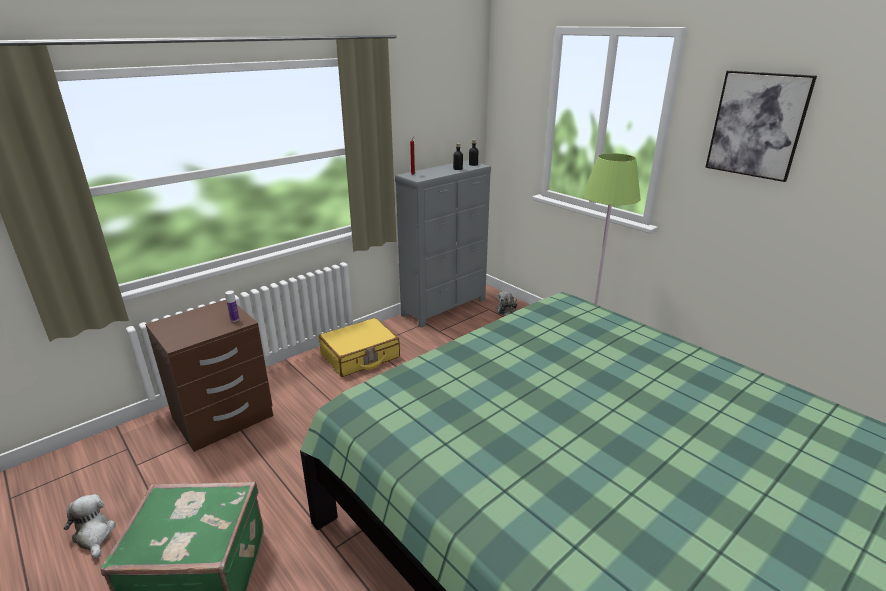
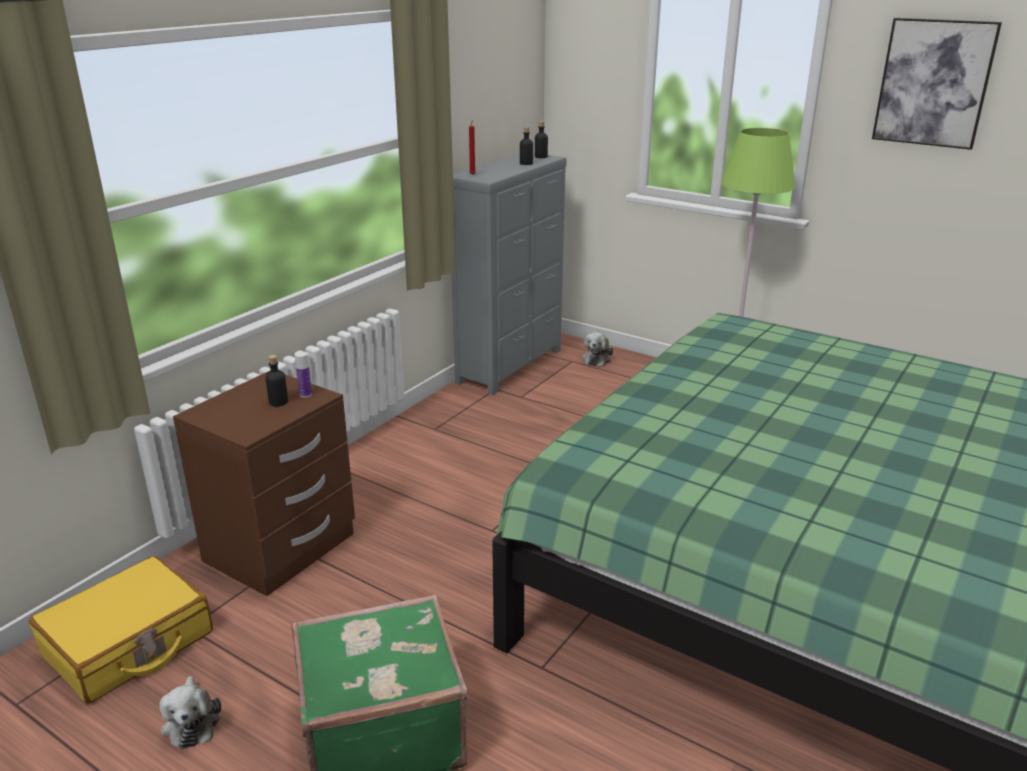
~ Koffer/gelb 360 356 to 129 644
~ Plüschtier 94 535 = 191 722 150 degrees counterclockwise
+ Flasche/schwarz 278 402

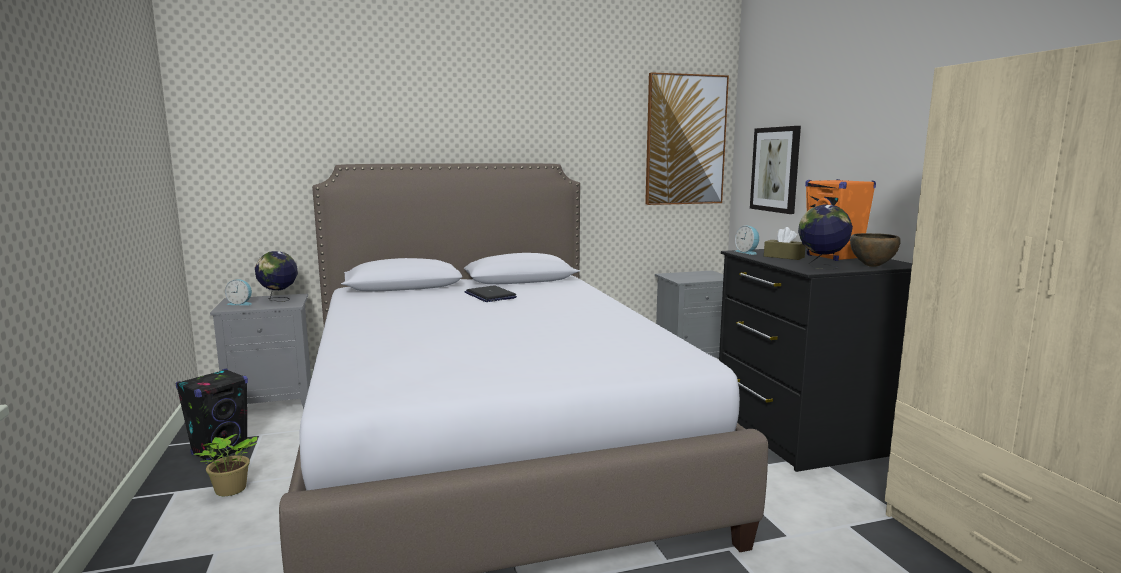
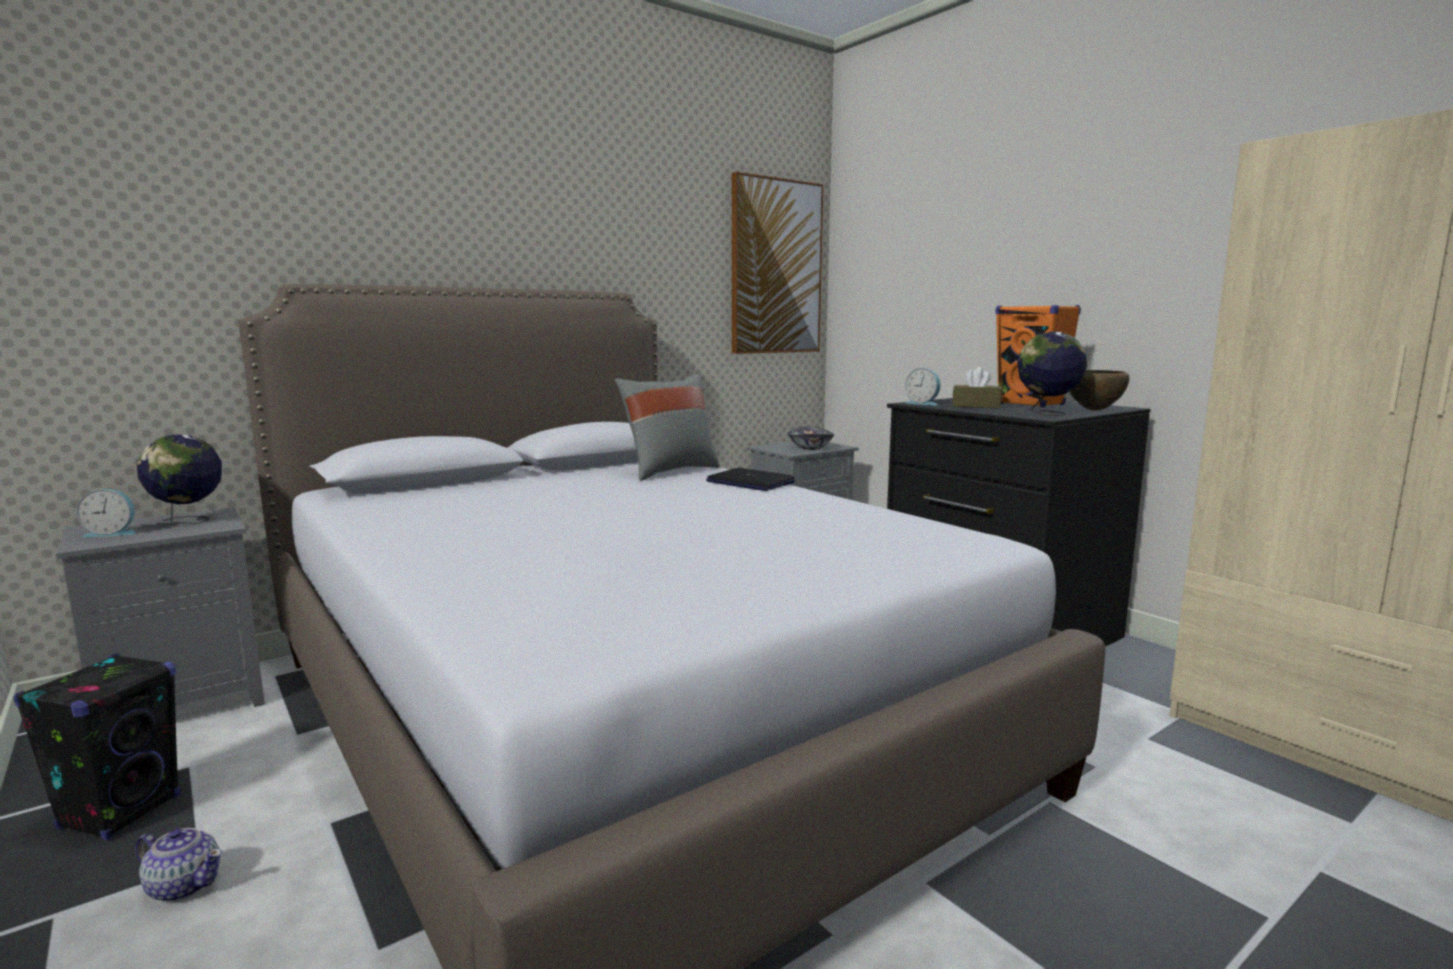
~ Topfpflanze 230 491 to Teekanne 184 885
+ Kissen/grau 669 471
~ Laptop 490 295 to 750 482
+ Schüssel 810 448
- Bild 775 169

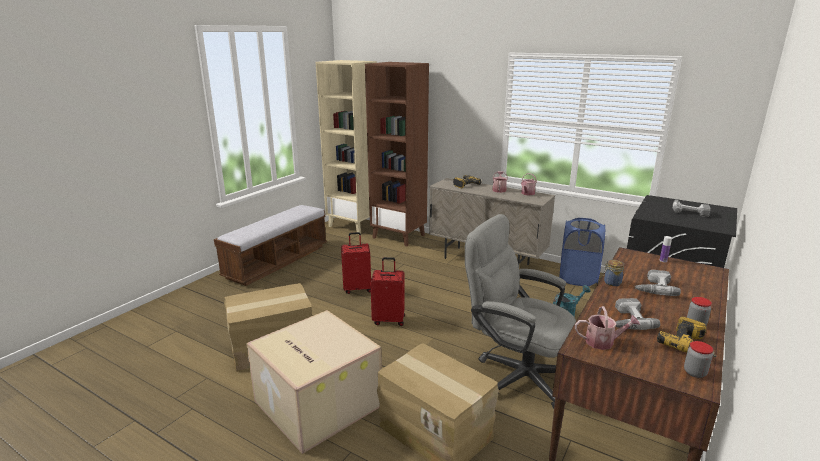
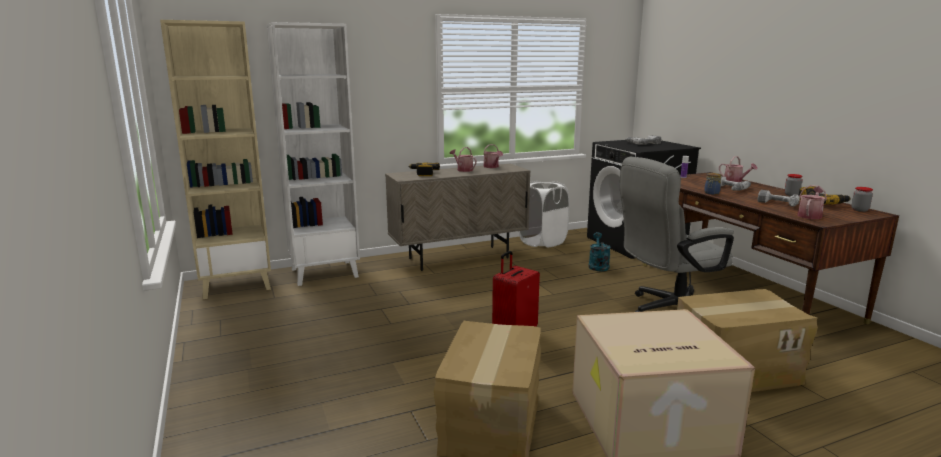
~ Bücherregal/braun 399 236 to Bücherregal/weiß 325 273
~ Wäschekorb/blau 578 278 to Wäschekorb/weiß 542 242
+ Gießkanne 735 181
- Bank 277 261
- Koffer/rot 357 289

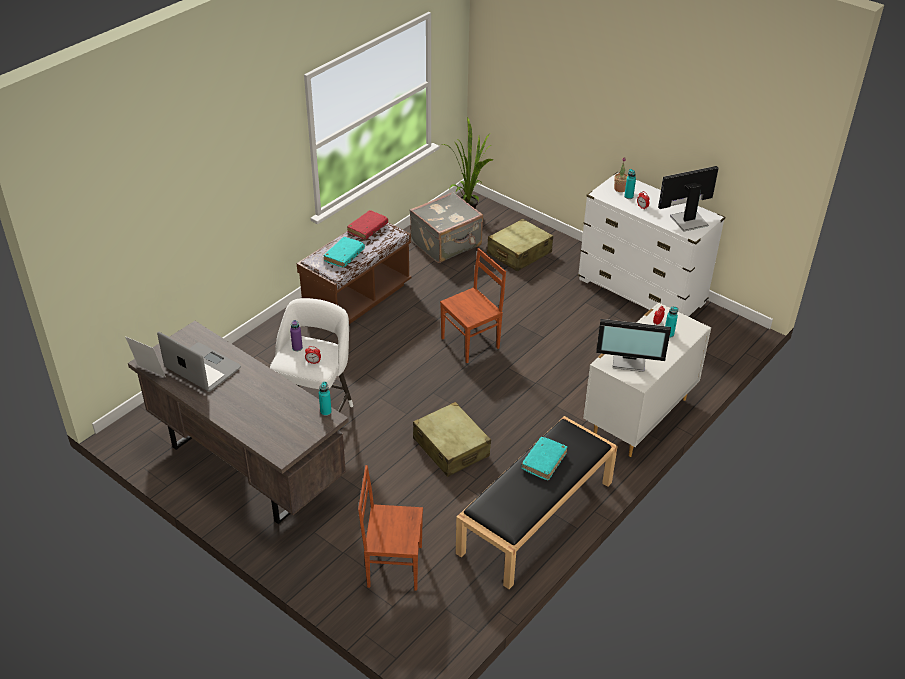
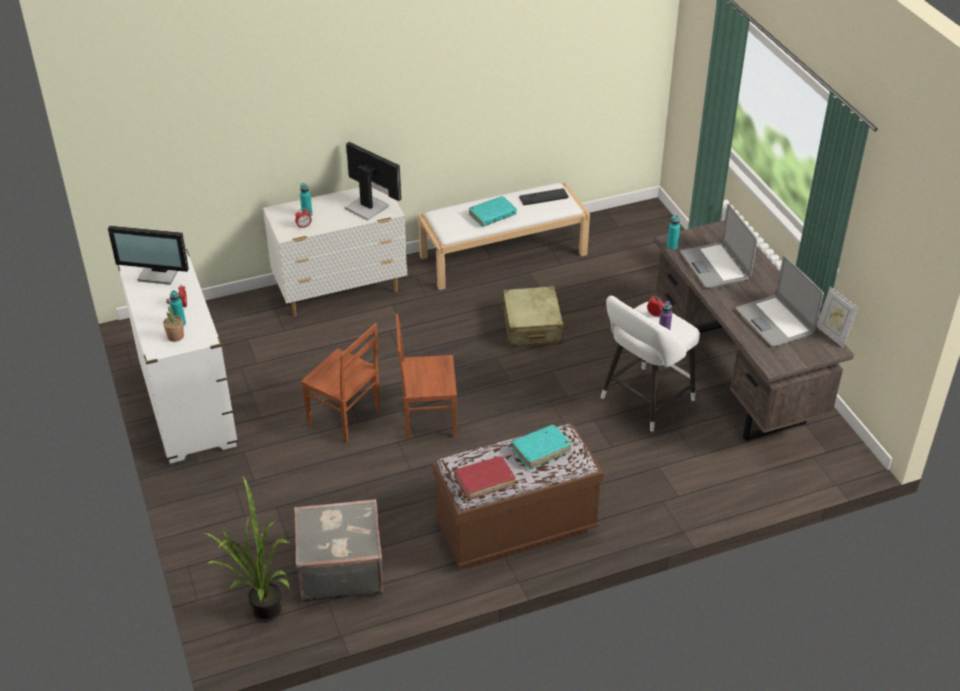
~ Stuhl/braun 393 565 to 344 418
~ Bank/schwarz 536 518 to Bank/weiß 504 254
+ Tastatur 543 197
+ Laptop 715 266
- Koffer/beige 519 253

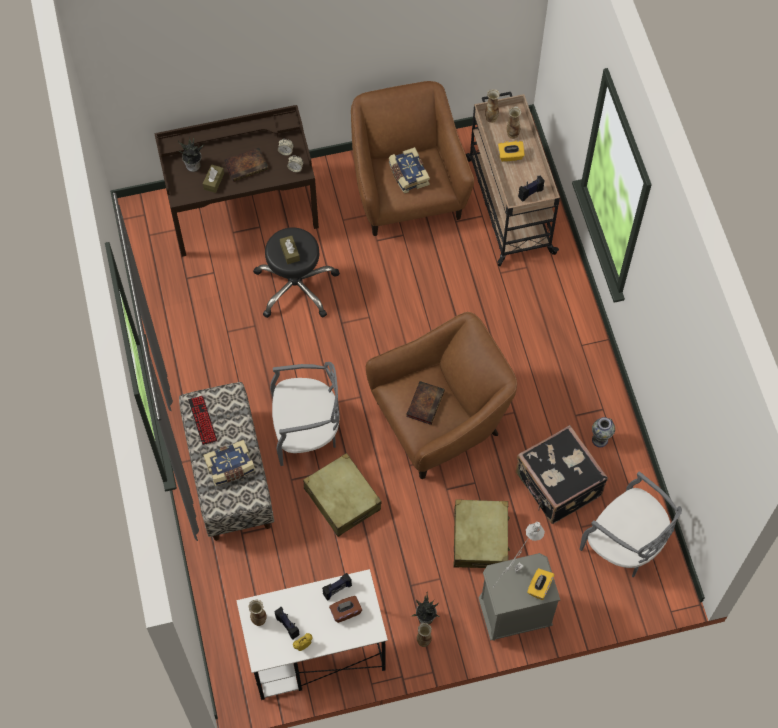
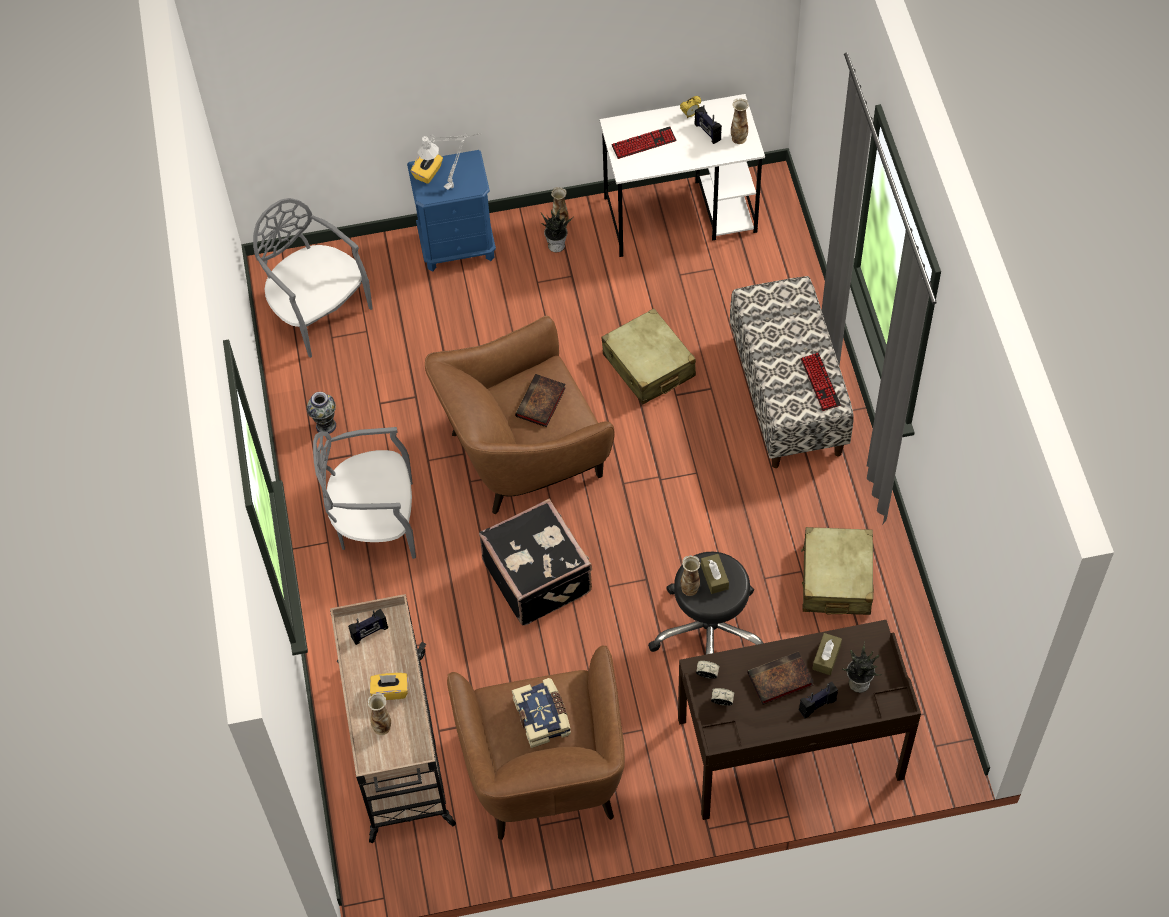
~ Stuhl/grau 306 431 to 376 522
~ Nachttisch/grau 513 614 to Nachttisch/blau 458 246
~ Koffer/schwarz 557 486 to 538 576
~ Taschentuchbox/braun 345 612 to Tastatur 643 143
~ Vase 491 117 to 690 589
~ Radio 337 590 to 817 705
~ Koffer/beige 480 538 to 836 579
- Buch 230 467

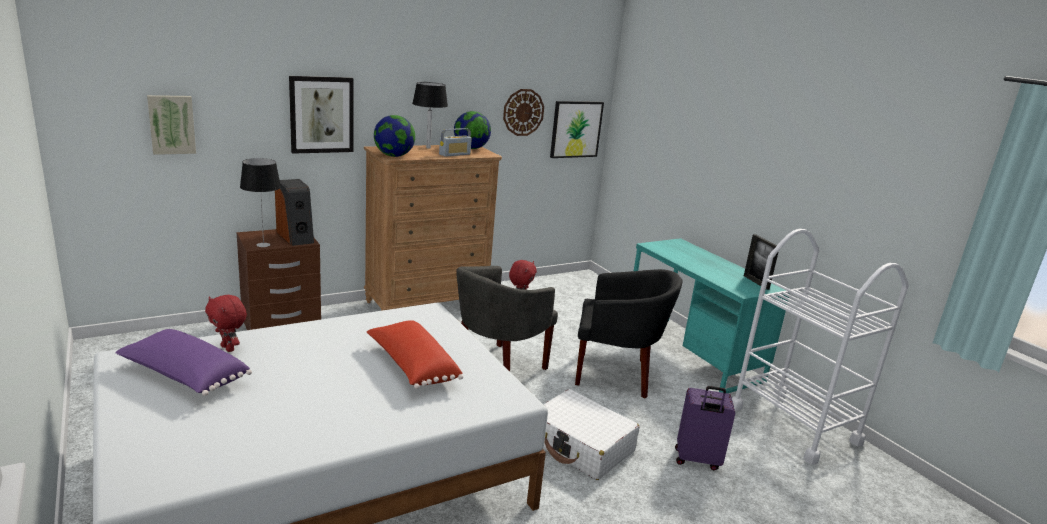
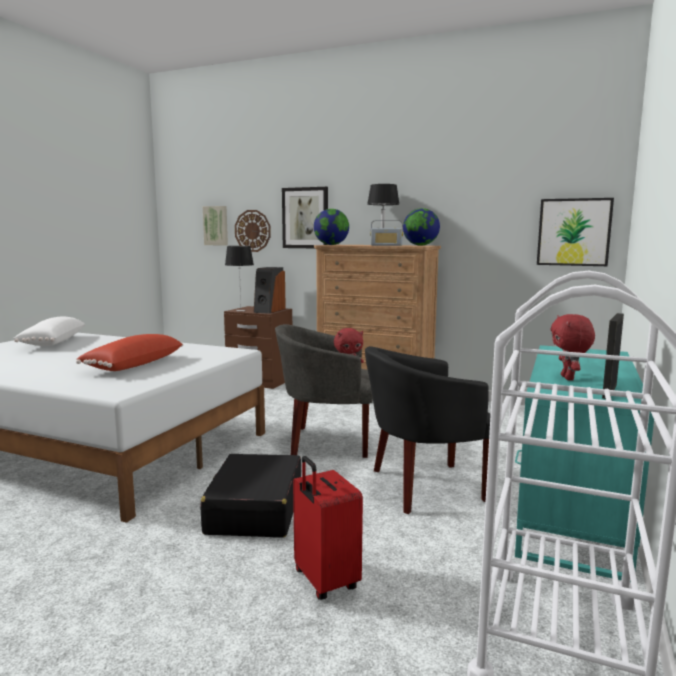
~ Kissen/lila 184 376 to Kissen/weiß 51 342
~ Koffer/weiß 581 446 to Koffer/schwarz 255 510
~ Wanduhr 523 112 to 252 231
~ Koffer/lila 697 460 to Koffer/rot 324 581
~ Sessel/schwarz 616 374 = 423 486 105 degrees clockwise
~ Plüschtier/rot 229 348 to 568 378

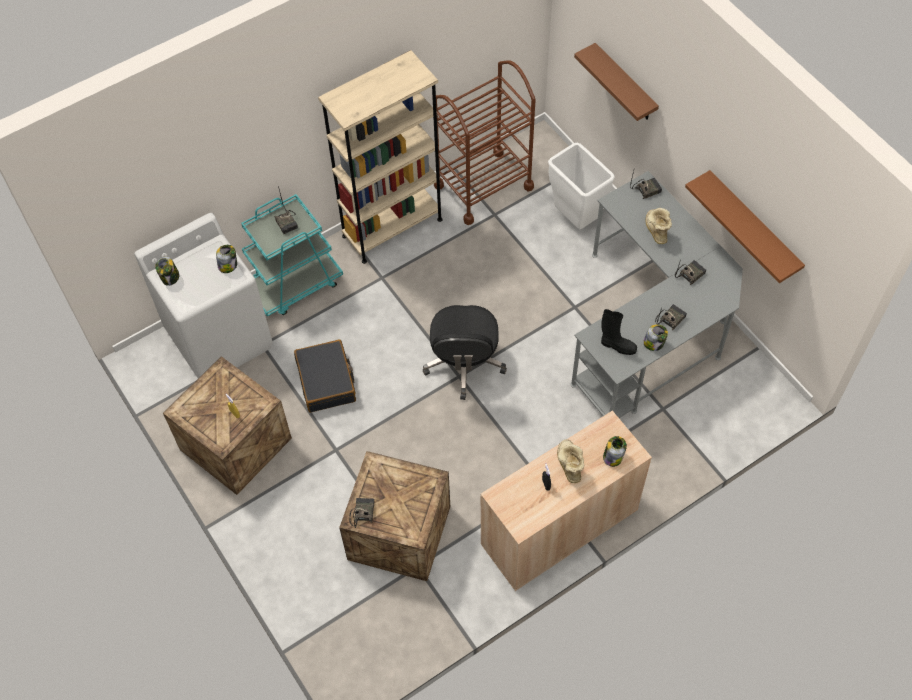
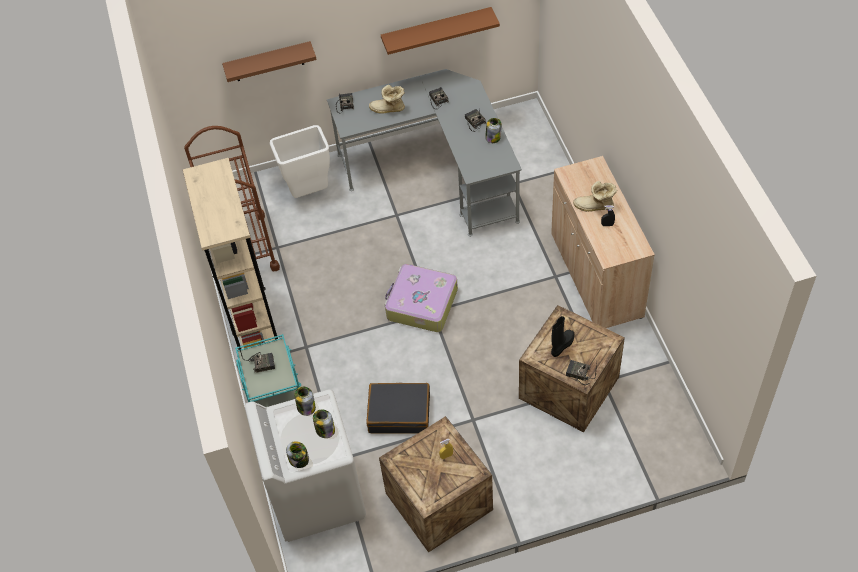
~ Vorratsglas 613 456 to 325 430
~ Bürostuhl/schwarz 464 363 to Koffer 421 304
~ Stiefel/schwarz 617 346 to 562 345

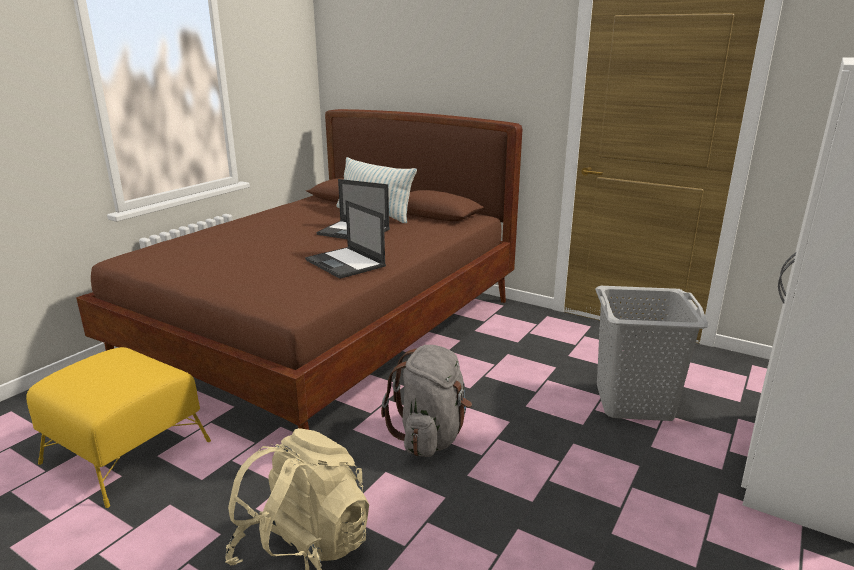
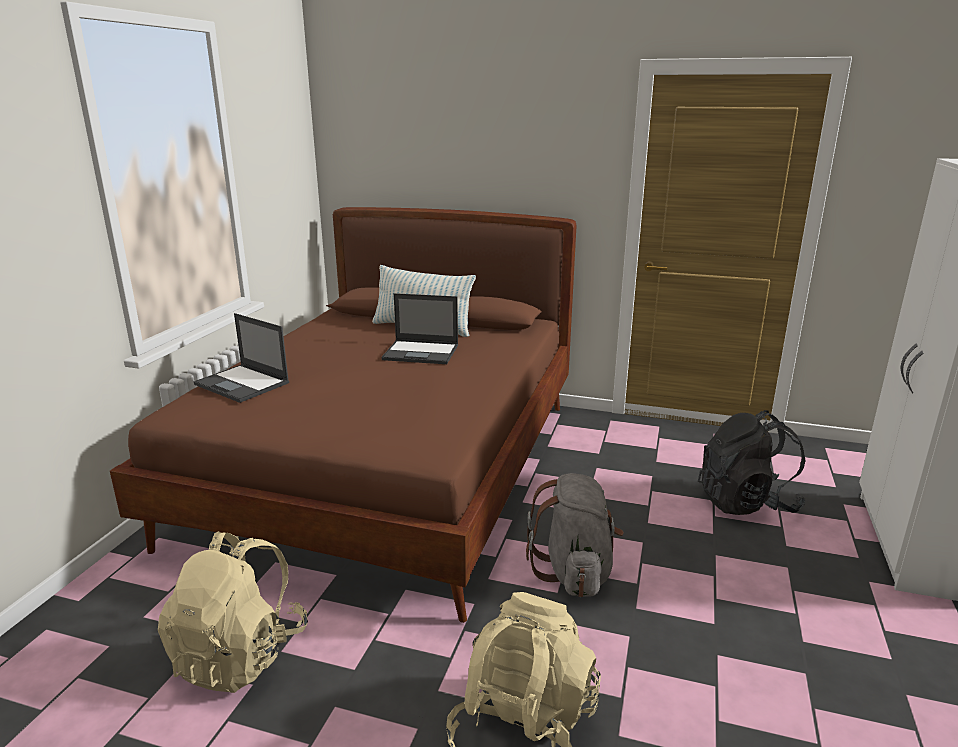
~ Polsterhocker/gelb 127 452 to Rucksack/beige 240 654
~ Laptop 346 263 to 243 384
~ Wäschekorb/grau 634 402 to Rucksack/schwarz 746 502

